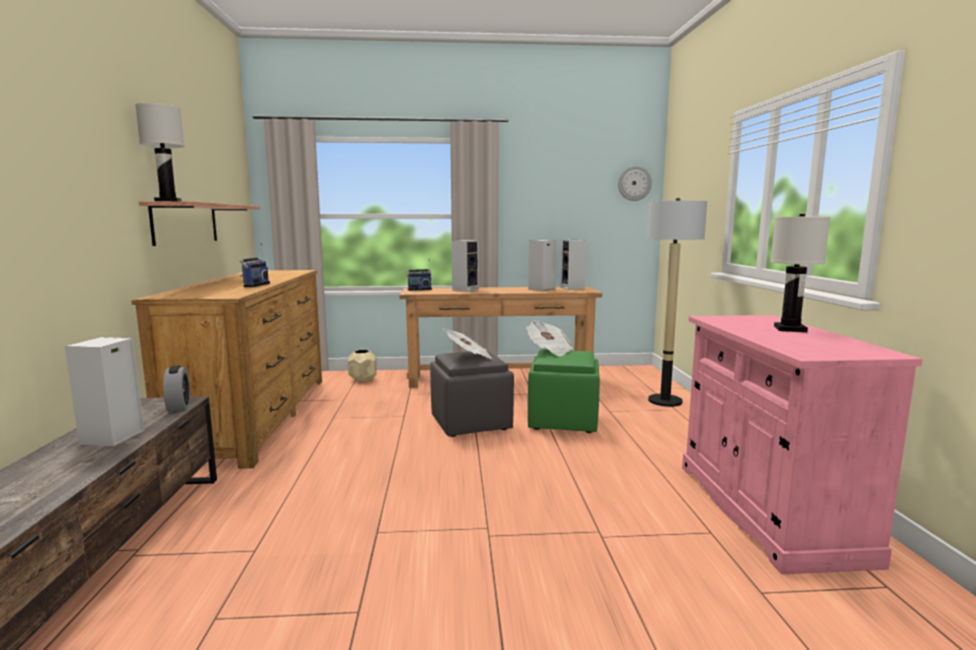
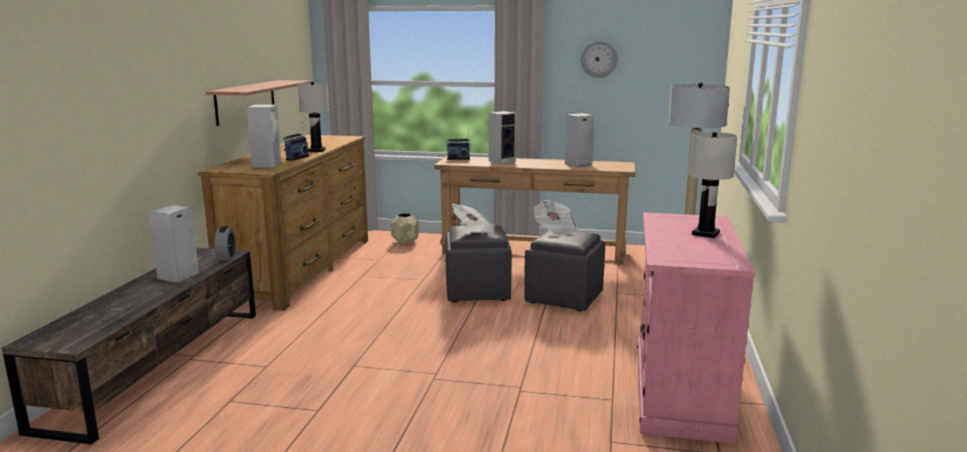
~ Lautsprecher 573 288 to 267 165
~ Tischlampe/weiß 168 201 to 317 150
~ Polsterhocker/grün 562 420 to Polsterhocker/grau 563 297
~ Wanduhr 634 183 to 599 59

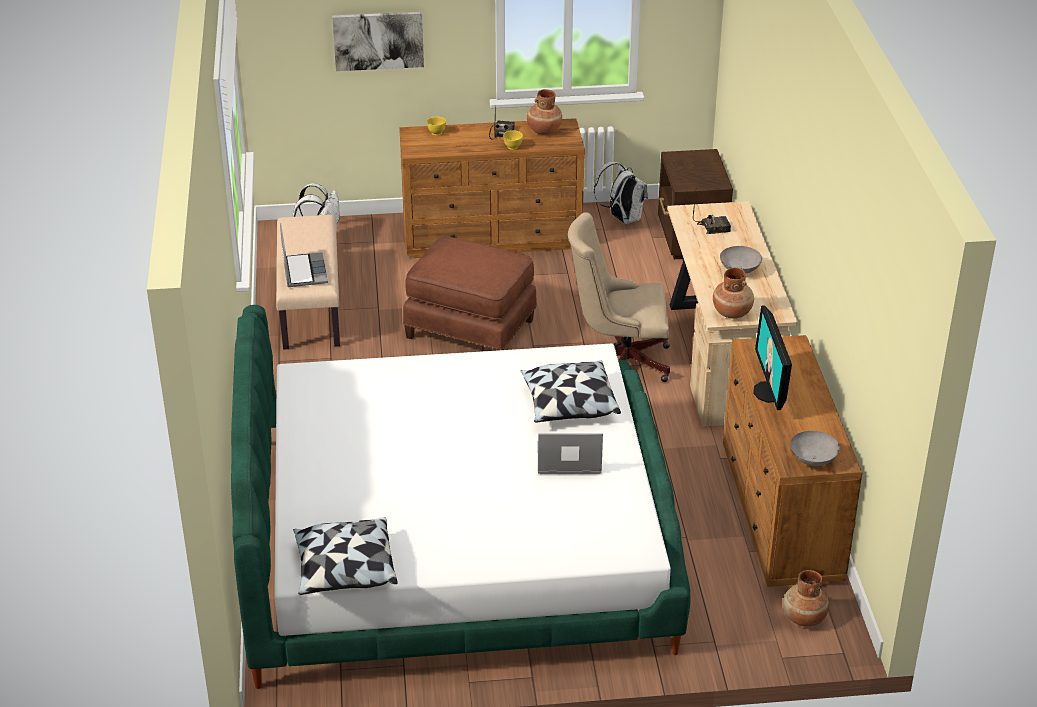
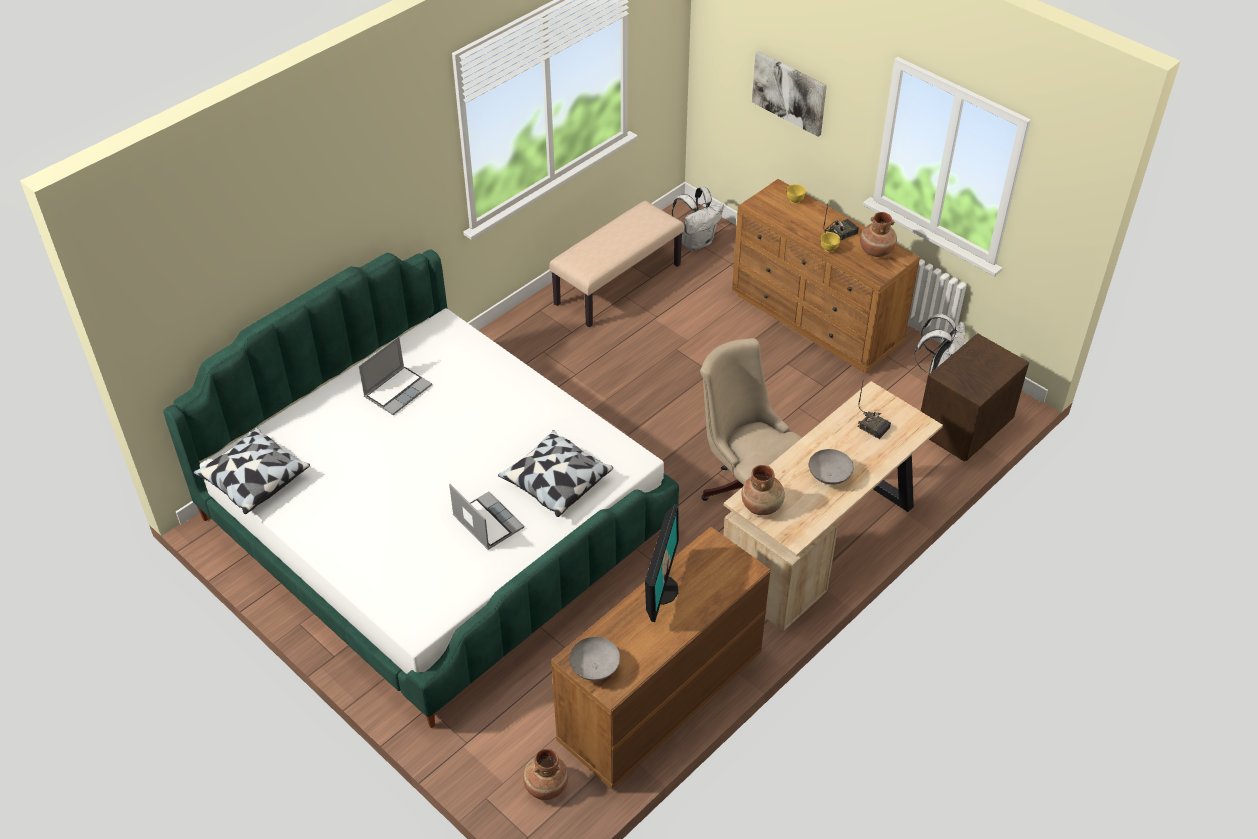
~ Laptop 303 271 to 398 390
~ Monitor 769 392 = 661 589 150 degrees clockwise
- Polsterhocker/braun 471 328

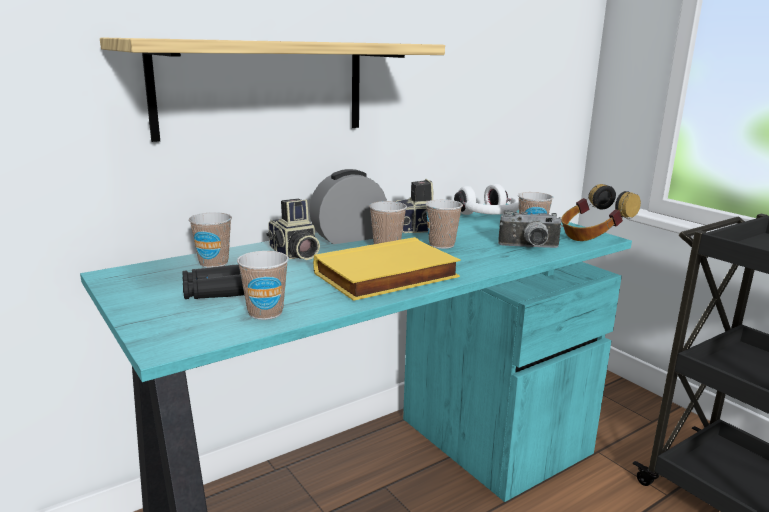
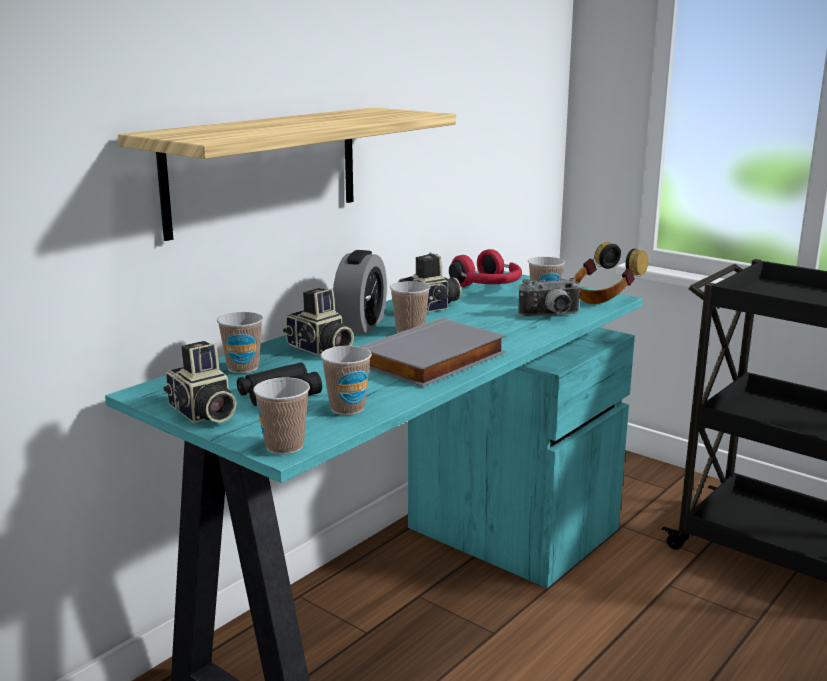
+ Kamera 202 414
~ Tasse 441 245 to 284 446
~ Wecker 348 237 = 361 325 150 degrees clockwise
~ Buch/gelb 387 277 to Buch/grau 435 361
~ Kopfhörer/weiß 488 216 to Kopfhörer/rot 488 286

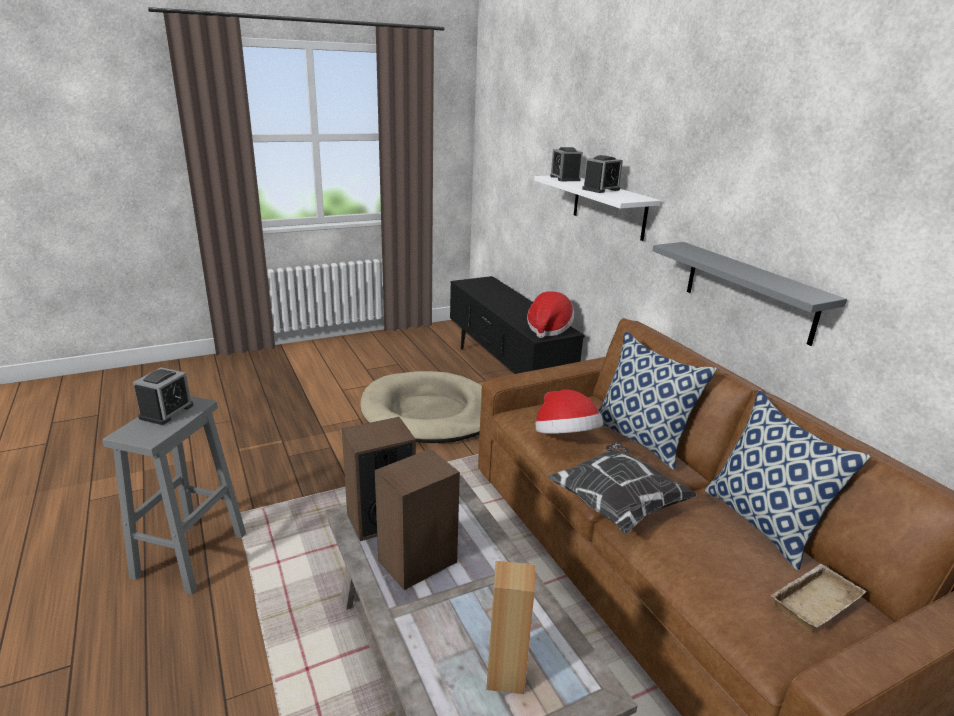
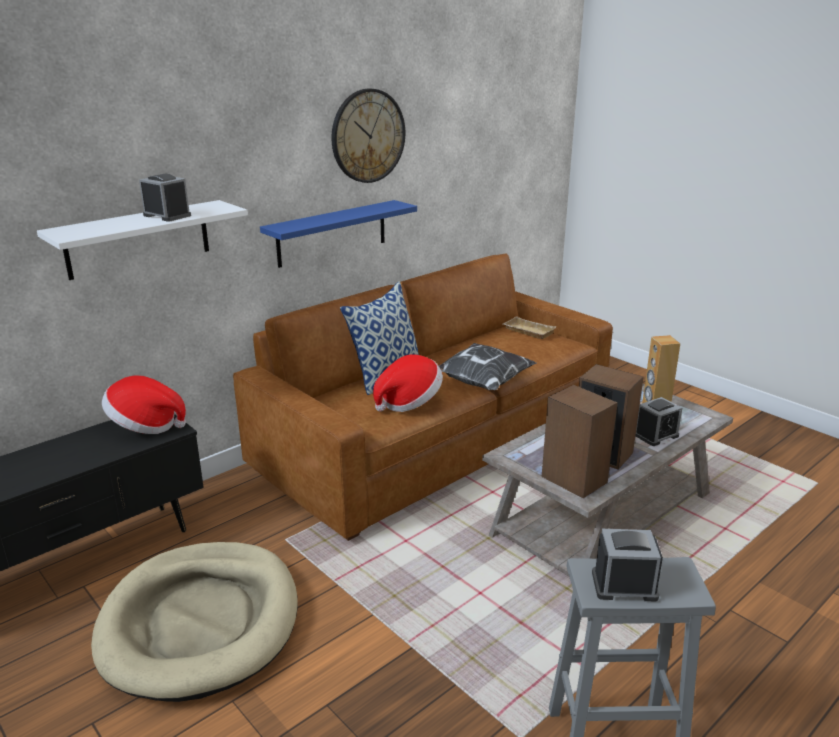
~ Wandregal/grau 749 291 to Wandregal/blau 332 233
+ Wanduhr 368 136
~ Wecker 565 178 to 656 435
- Kissen 763 523

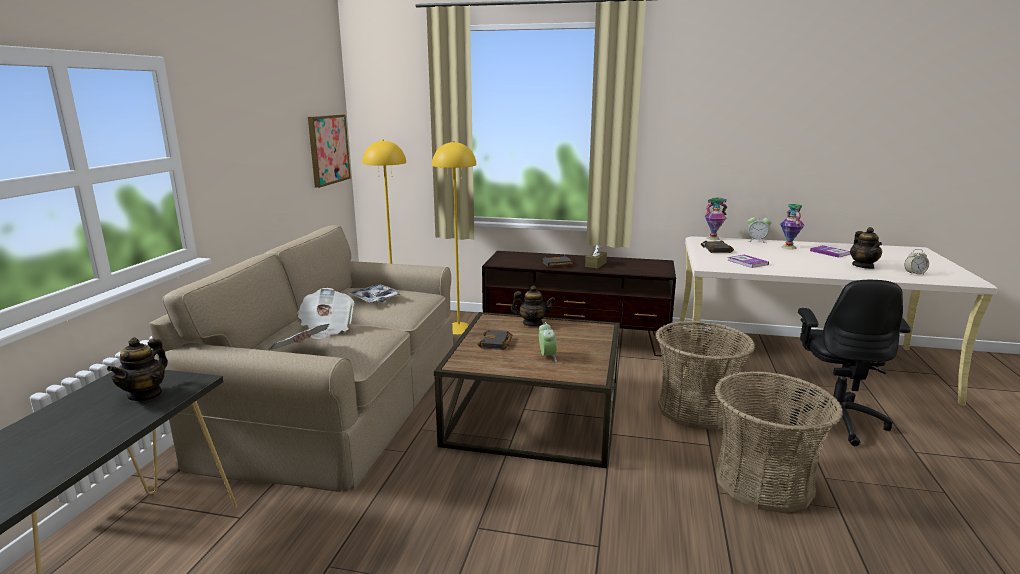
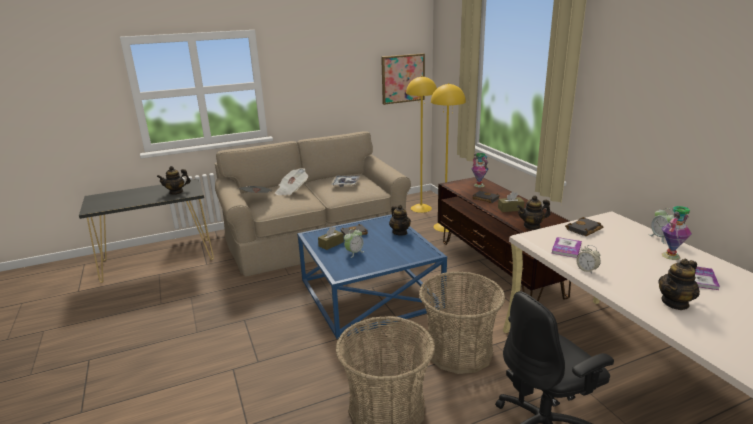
~ Couchtisch/braun 533 414 to Couchtisch/blau 369 292
+ Taschentuchbox/braun 331 244
~ Vase 713 238 to 479 185
+ Teekanne 532 226
~ Wecker 914 273 to 587 270

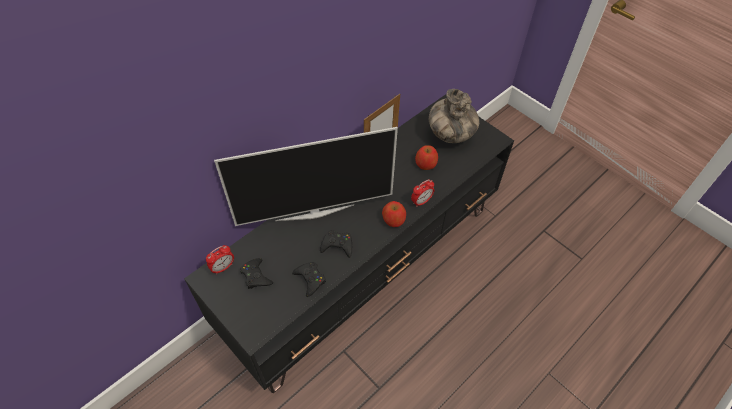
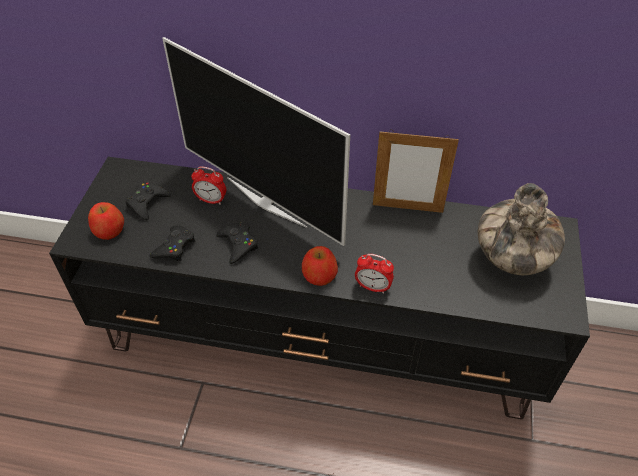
~ Apfel 426 163 to 109 230
~ Wecker 223 267 to 211 200

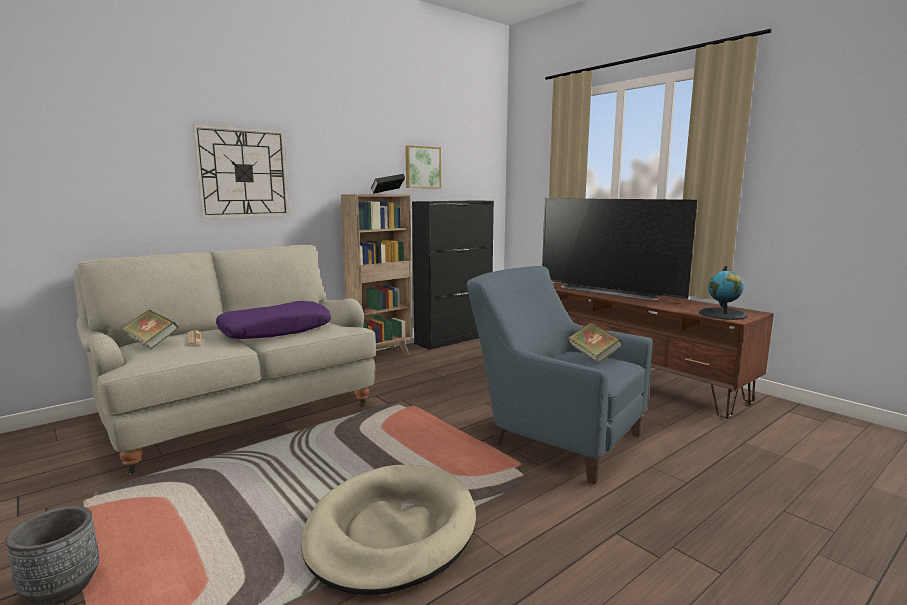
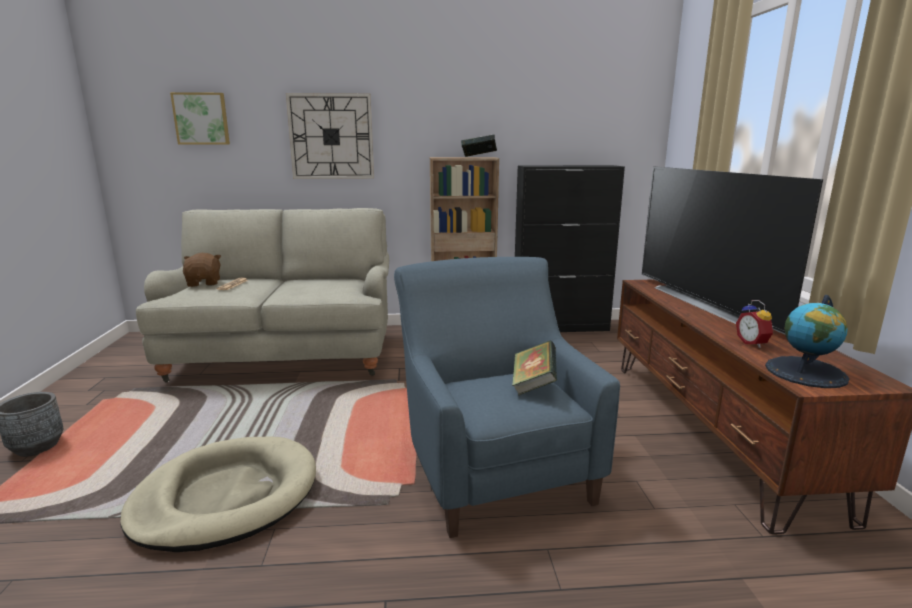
~ Bild 422 167 to 201 119
~ Buch 151 343 to Plüschtier/braun 204 283
+ Wecker 753 343
- Kissen/lila 276 331

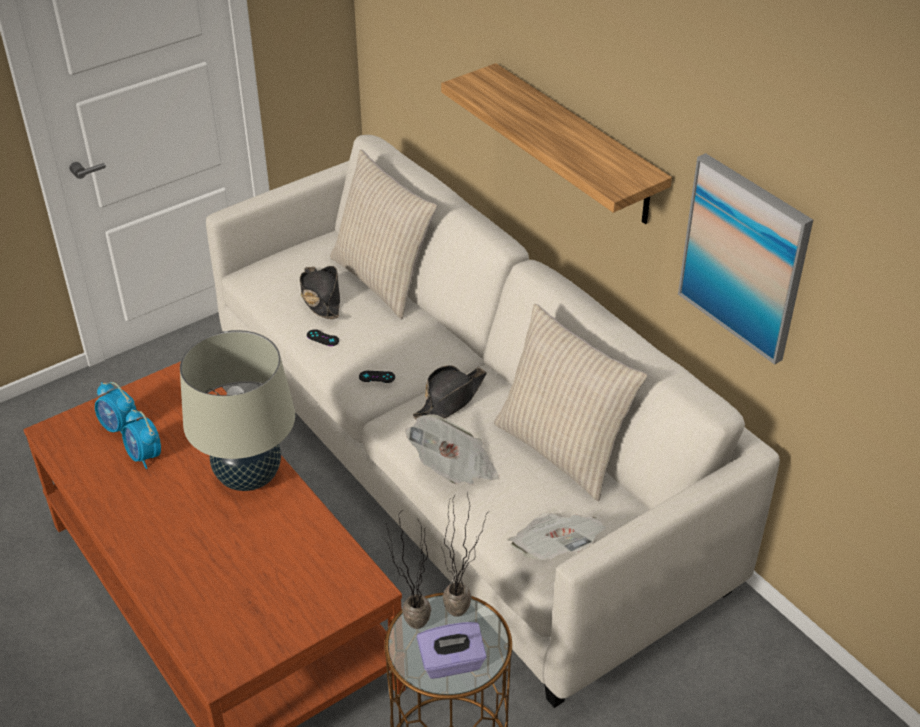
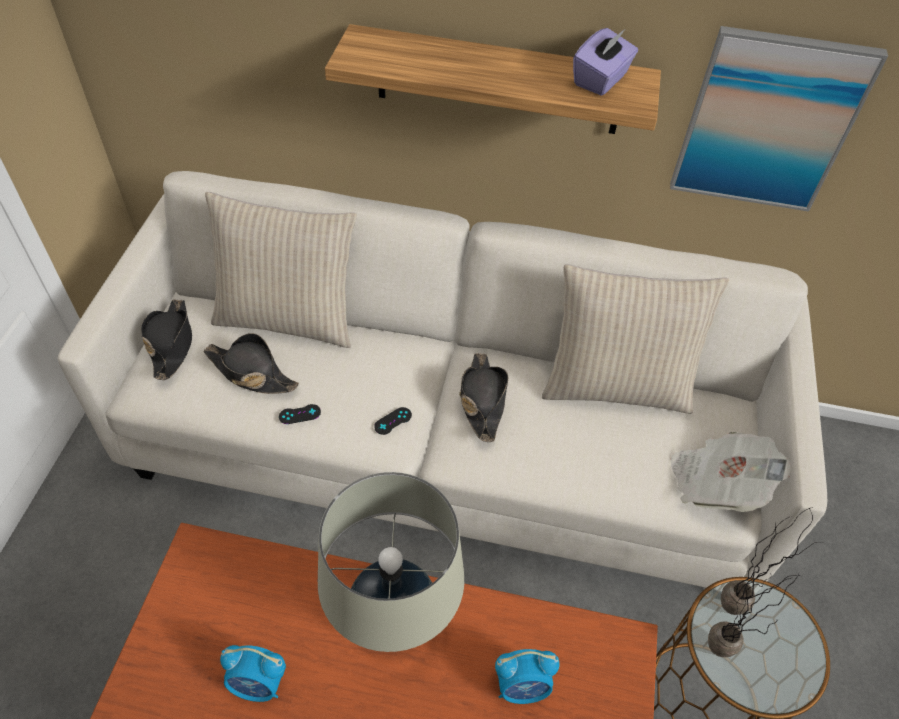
+ Hut/schwarz 171 343
~ Wecker 119 427 to 522 686
~ Taschentuchbox/lila 451 663 to 601 80
- Zeitung 453 468

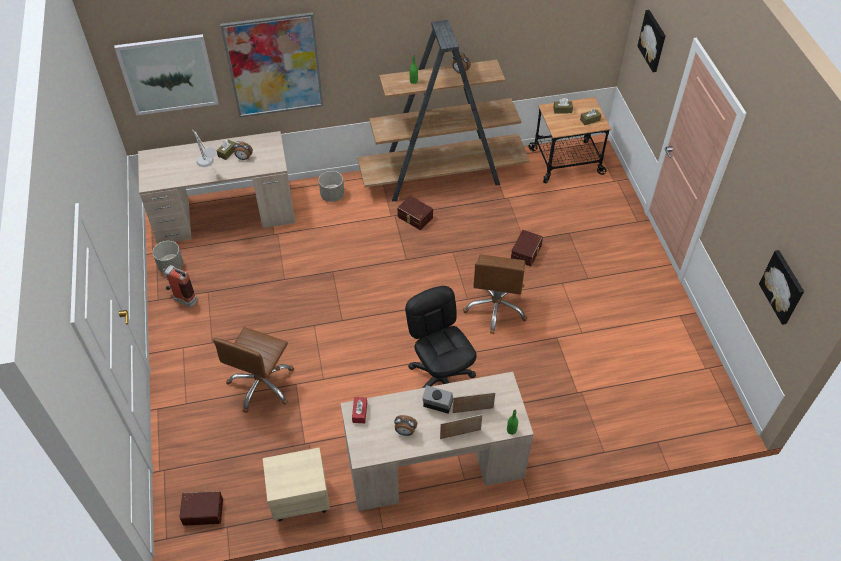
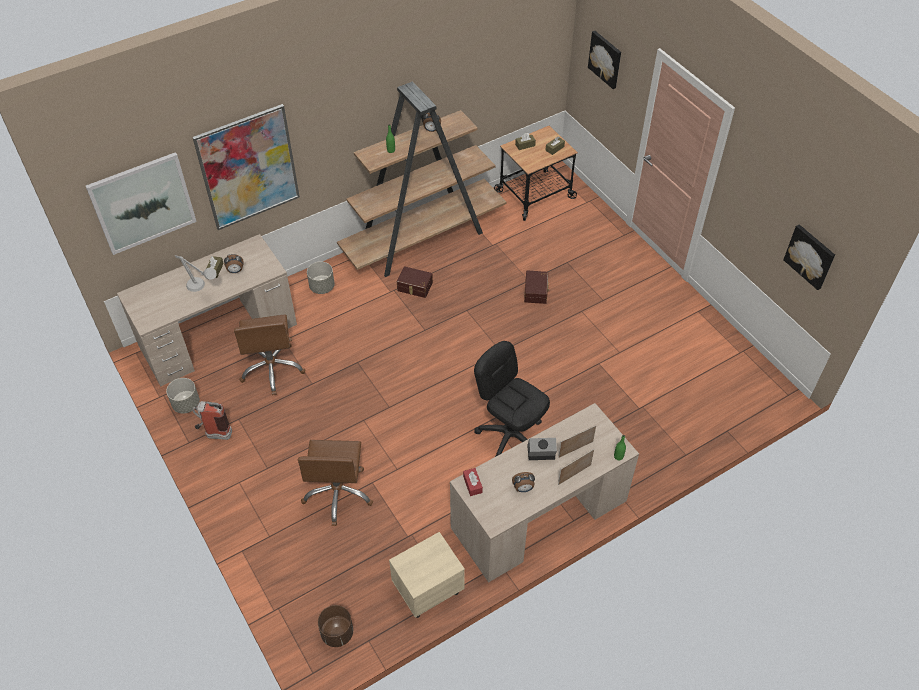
~ Bürostuhl/braun 496 308 to 272 369
~ Aufbewahrungsbox/braun 203 510 to Pflanzkübel/braun 337 633

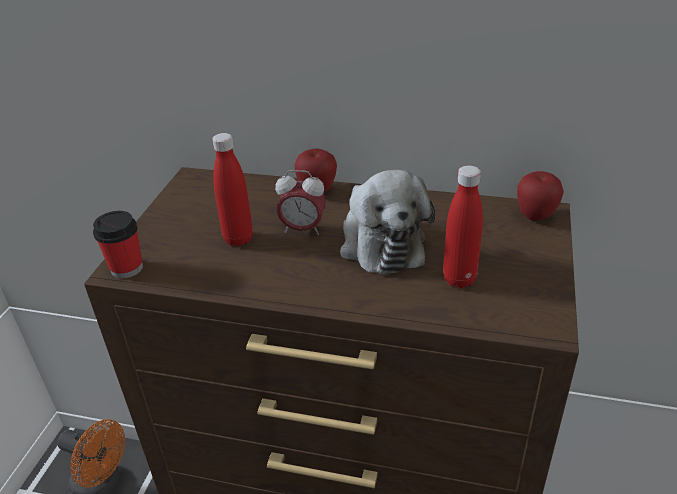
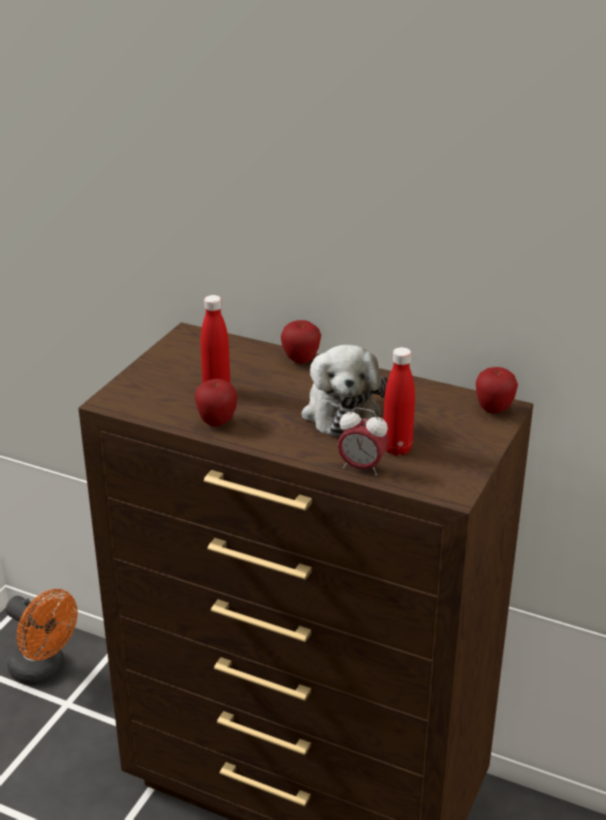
+ Apfel 217 422
~ Wecker 303 229 to 361 467
- Tasse 127 268

